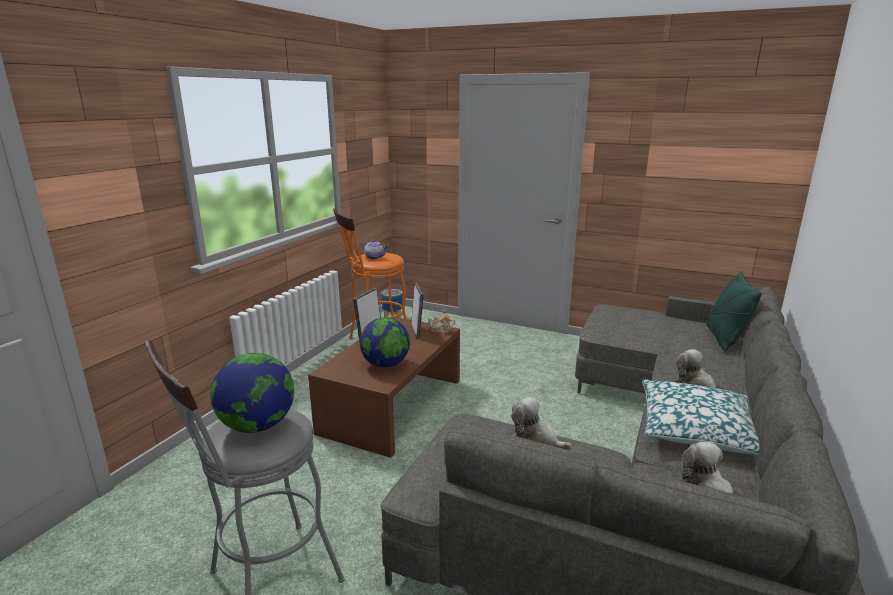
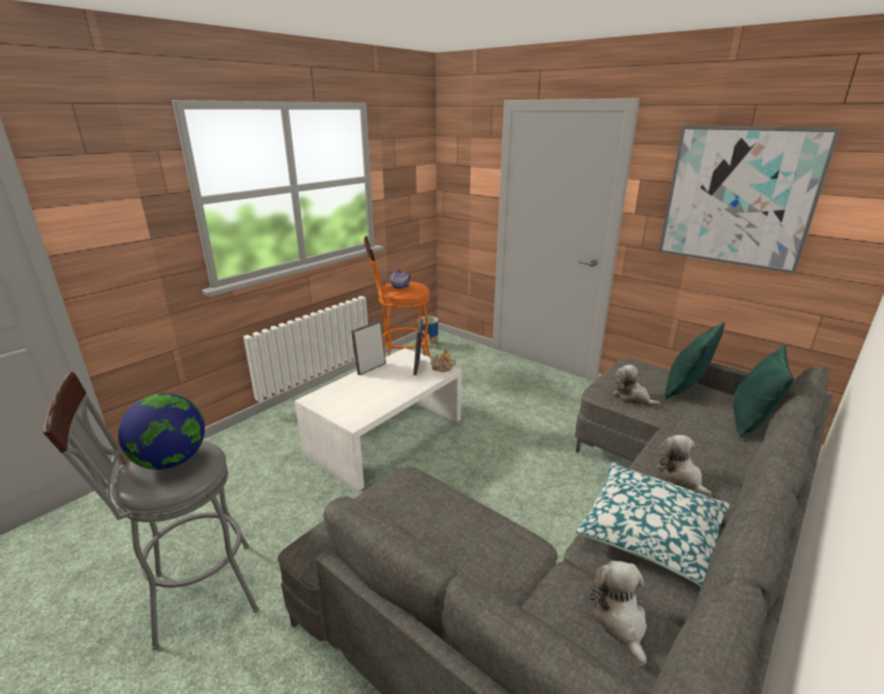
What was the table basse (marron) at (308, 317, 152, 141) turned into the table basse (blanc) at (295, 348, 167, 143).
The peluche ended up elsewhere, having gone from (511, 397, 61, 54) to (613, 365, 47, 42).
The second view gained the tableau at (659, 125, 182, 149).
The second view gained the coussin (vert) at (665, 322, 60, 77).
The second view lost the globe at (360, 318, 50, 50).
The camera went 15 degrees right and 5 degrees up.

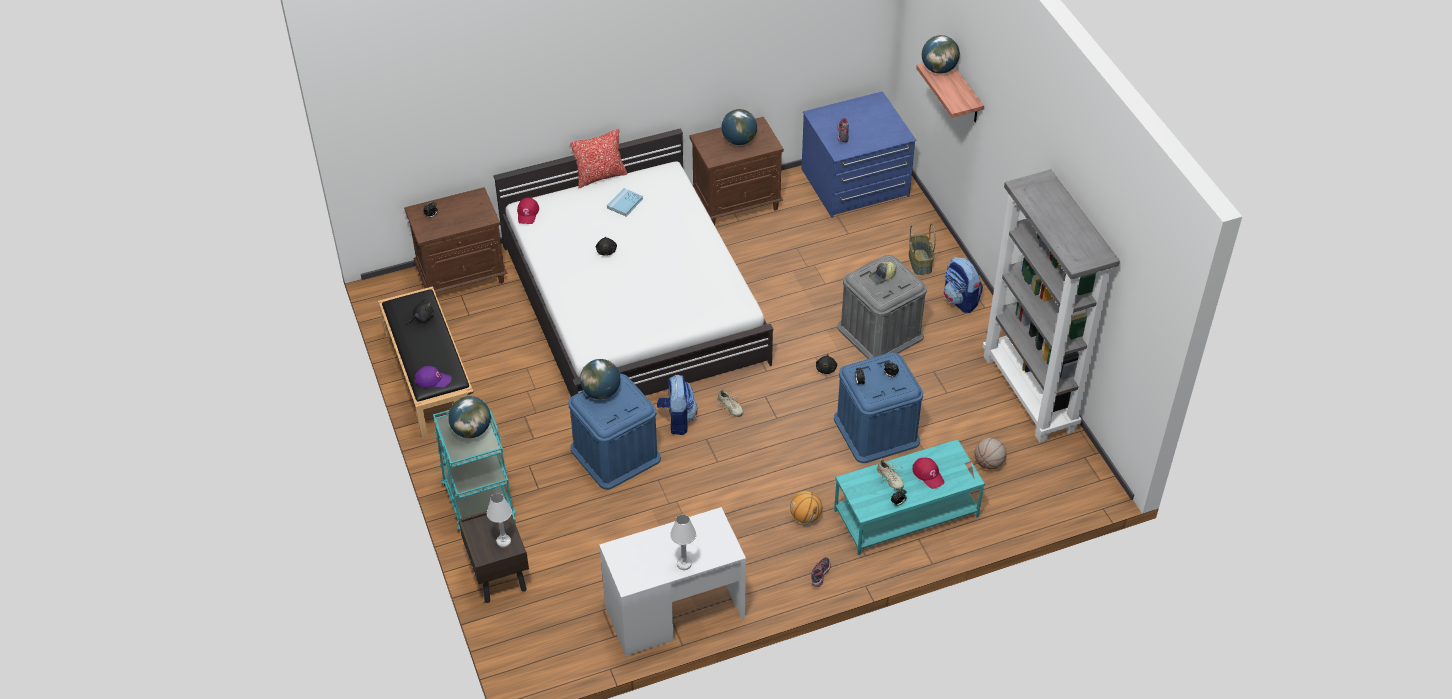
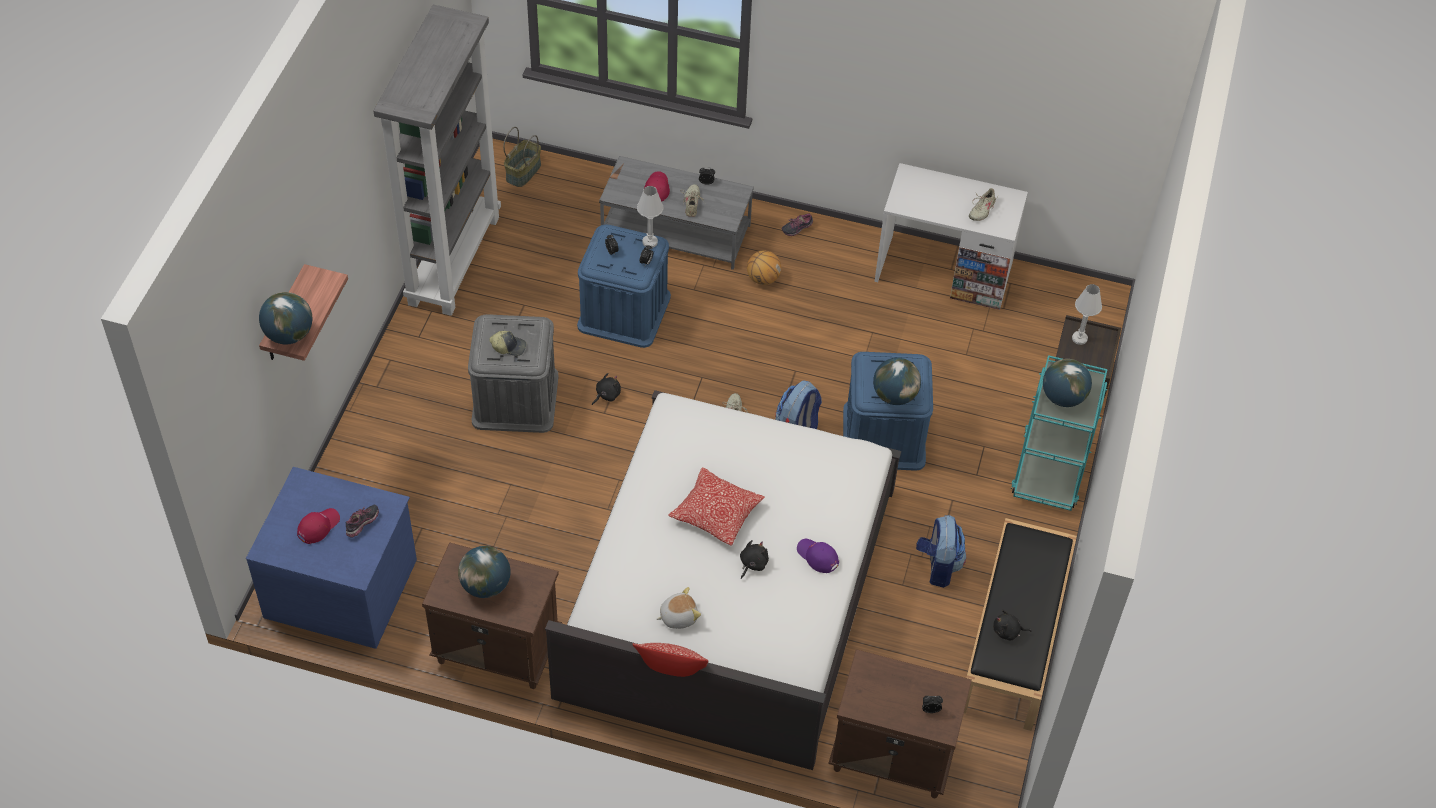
The casquette (rouge) ended up elsewhere, having gone from (517, 198, 22, 26) to (297, 508, 43, 36).
The panier ended up elsewhere, having gone from (909, 223, 27, 52) to (503, 127, 38, 60).
What was the table basse (turquoise) at (834, 439, 151, 116) turned into the table basse (gris) at (599, 156, 155, 114).
The lampe de table (blanc) ended up elsewhere, having gone from (670, 514, 26, 56) to (637, 186, 26, 62).
Where the livre (bleu) stood at (607, 188, 36, 28), the peluche came to stand at (656, 587, 45, 42).
The second view gained the coussin at (668, 467, 97, 79).
The casquette (violet) ended up elsewhere, having gone from (415, 366, 37, 22) to (797, 539, 42, 34).
The sac à dos ended up elsewhere, having gone from (944, 256, 39, 57) to (916, 515, 50, 73).
The second view gained the chaussure (beige) at (969, 188, 30, 33).
The second view lost the ballon de basket at (975, 438, 31, 31).
The camera went 145 degrees left and 5 degrees up.

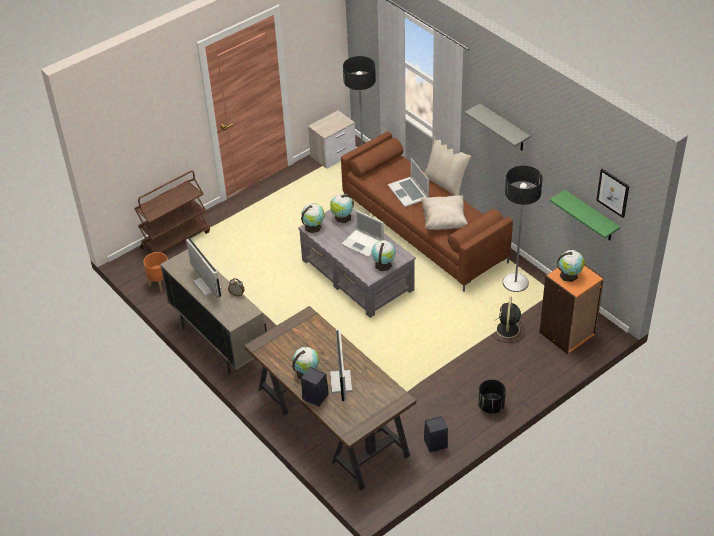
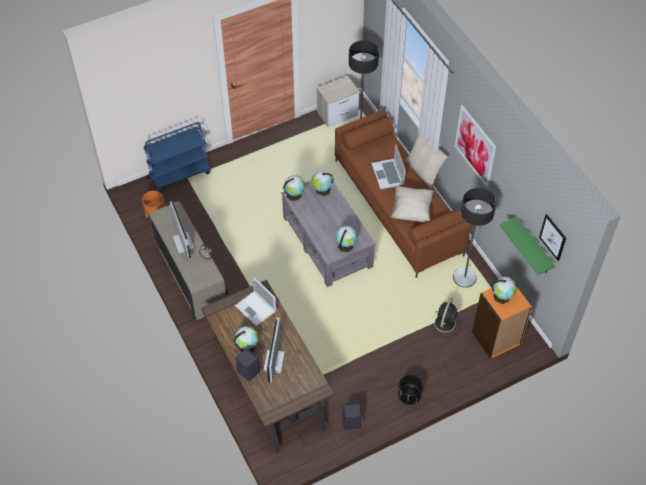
What was the chariot (marron) at (134, 170, 76, 83) turned into the chariot (bleu) at (143, 122, 68, 70).
The ordinateur portable ended up elsewhere, having gone from (341, 210, 43, 47) to (235, 277, 41, 49).
Where the étagère (gris) hung at (465, 103, 65, 48), the tableau came to hang at (455, 105, 41, 82).
The camera went 10 degrees right and 10 degrees up.

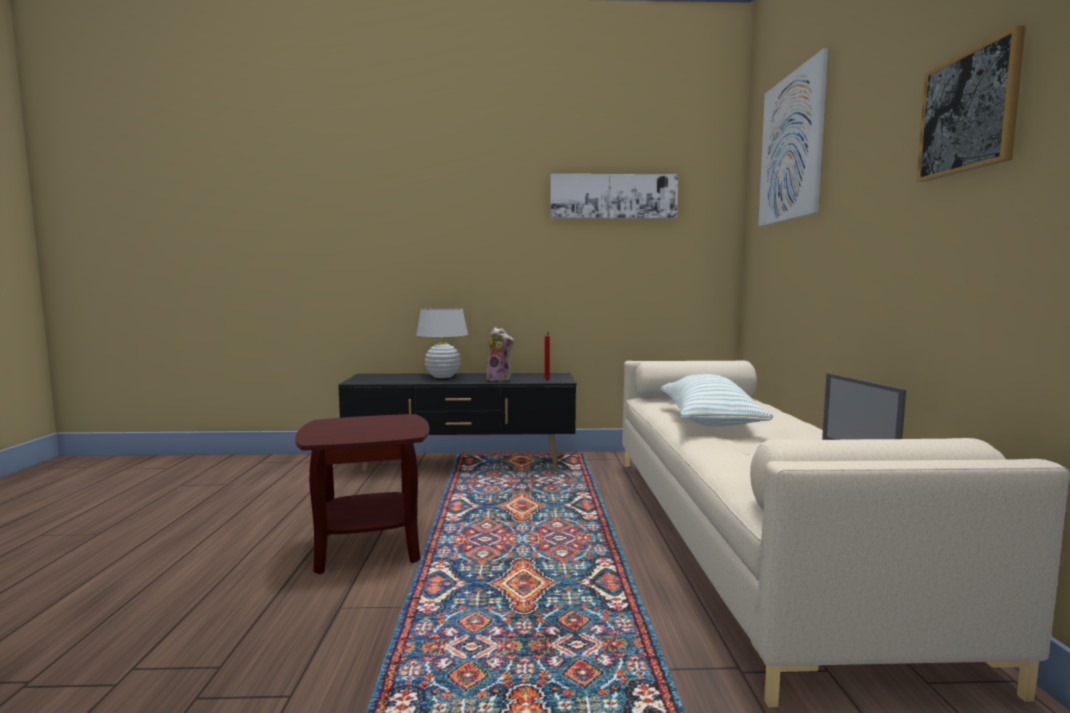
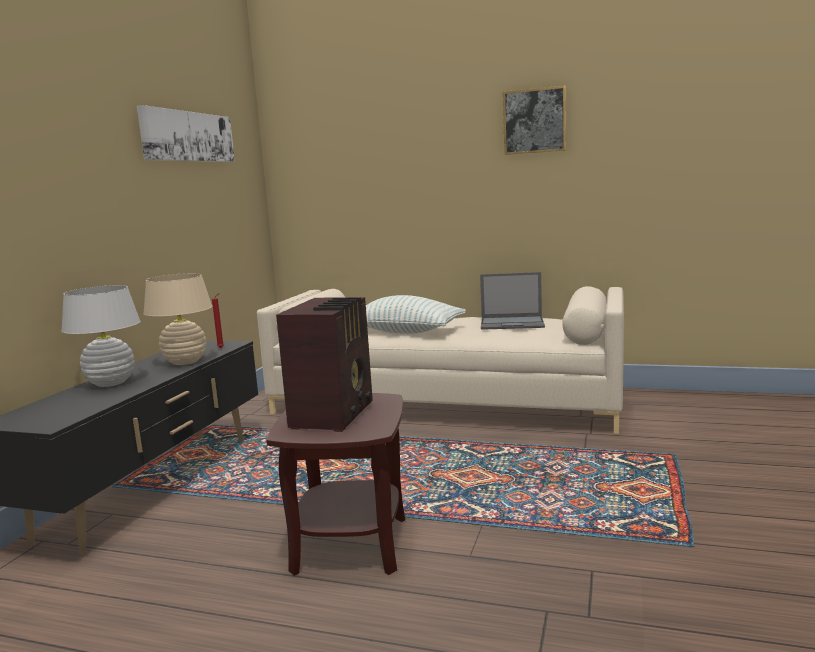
Where the peluche stood at (486, 327, 28, 55), the lampe de table (beige) came to stand at (143, 273, 69, 92).
The second view gained the radio at (276, 297, 97, 135).
The second view lost the tableau at (758, 48, 70, 178).
The camera went 70 degrees left and 5 degrees up.

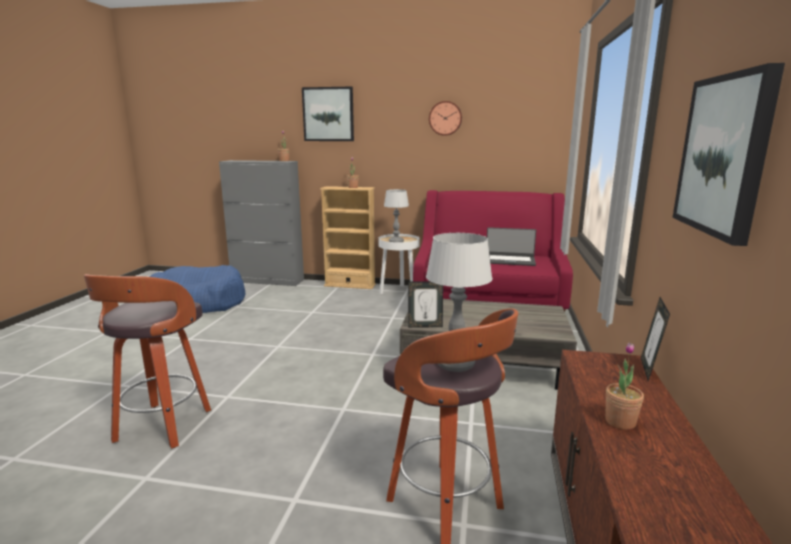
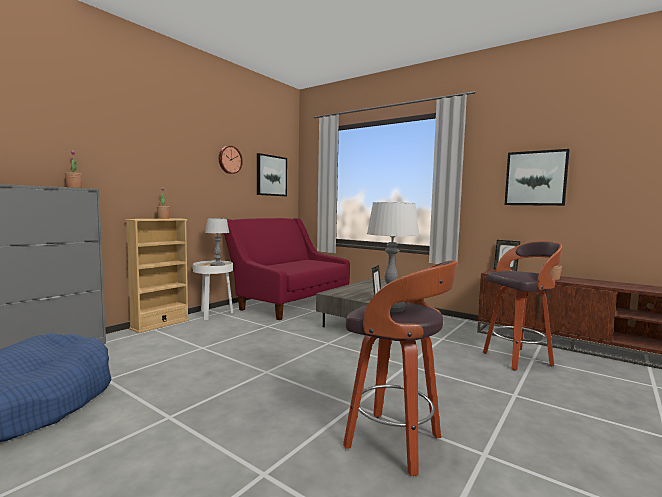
The tableau ended up elsewhere, having gone from (302, 87, 52, 54) to (257, 153, 30, 43).
The lampe de table ended up elsewhere, having gone from (426, 233, 66, 139) to (367, 202, 52, 110).
The second view lost the ordinateur portable at (487, 227, 49, 39).
The camera went 65 degrees left and 10 degrees down.

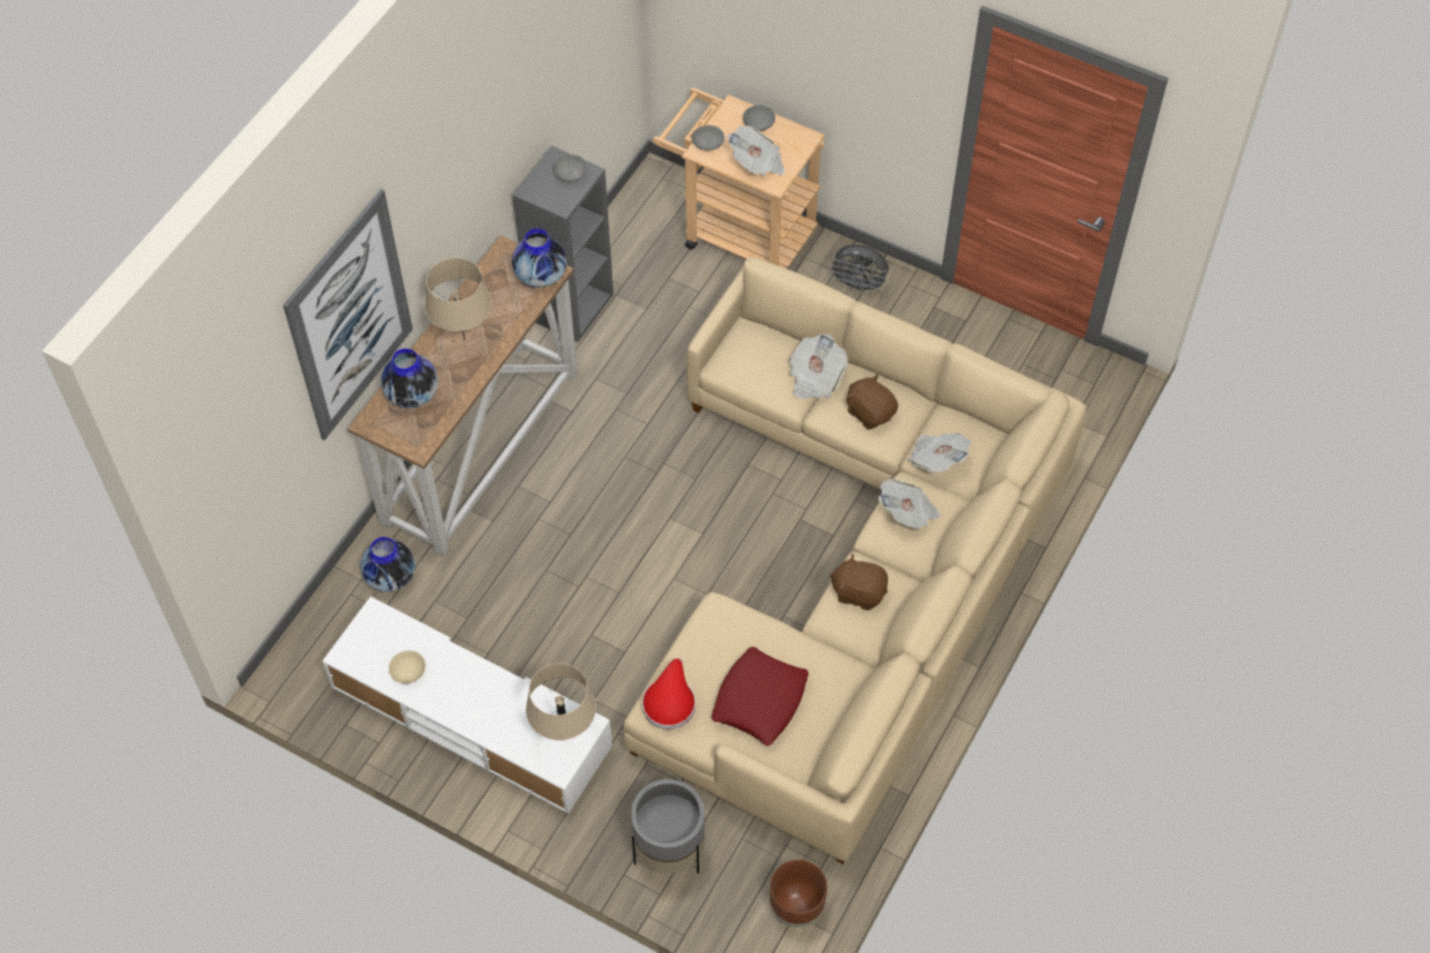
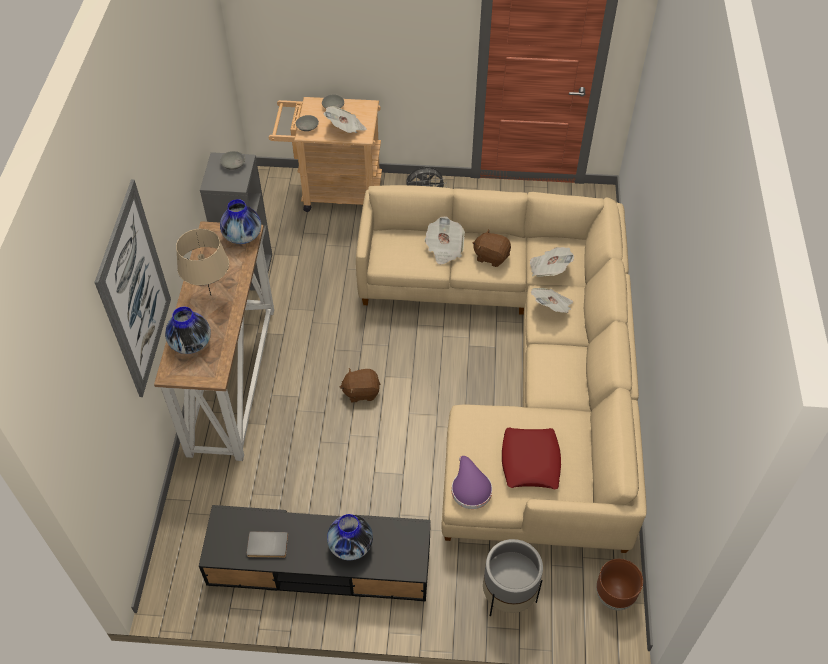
What was the meuble télé (blanc) at (322, 597, 290, 217) turned into the meuble télé (noir) at (199, 505, 232, 96).
Where the bol (beige) stood at (389, 651, 37, 33), the livre (gris) came to stand at (247, 531, 41, 27).
The vase ended up elsewhere, having gone from (360, 537, 55, 55) to (327, 514, 46, 46).
The peluche (marron) ended up elsewhere, having gone from (829, 553, 59, 57) to (339, 368, 41, 34).
What was the chapeau (rouge) at (642, 658, 54, 72) turned into the chapeau (violet) at (451, 456, 41, 53).
The second view lost the lampe de table (beige) at (526, 663, 70, 77).
The camera went 25 degrees left and 5 degrees down.

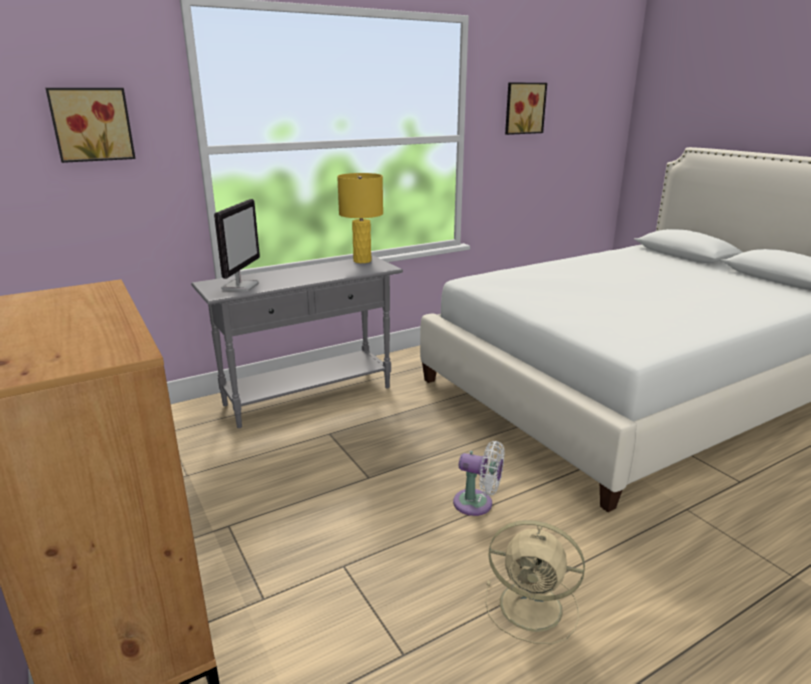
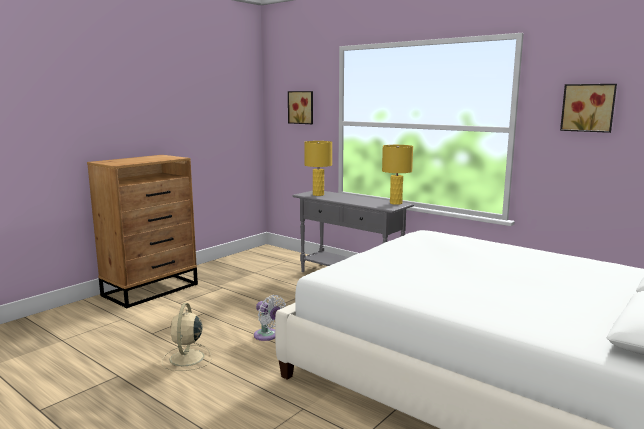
The ventilateur (blanc) at (453, 441, 51, 75) ended up facing another way, 45 degrees counterclockwise from before.
Where the écran d'ordinateur stood at (214, 199, 46, 92), the lampe de table (jaune) came to stand at (304, 141, 28, 55).
The camera went 70 degrees right and 10 degrees down.

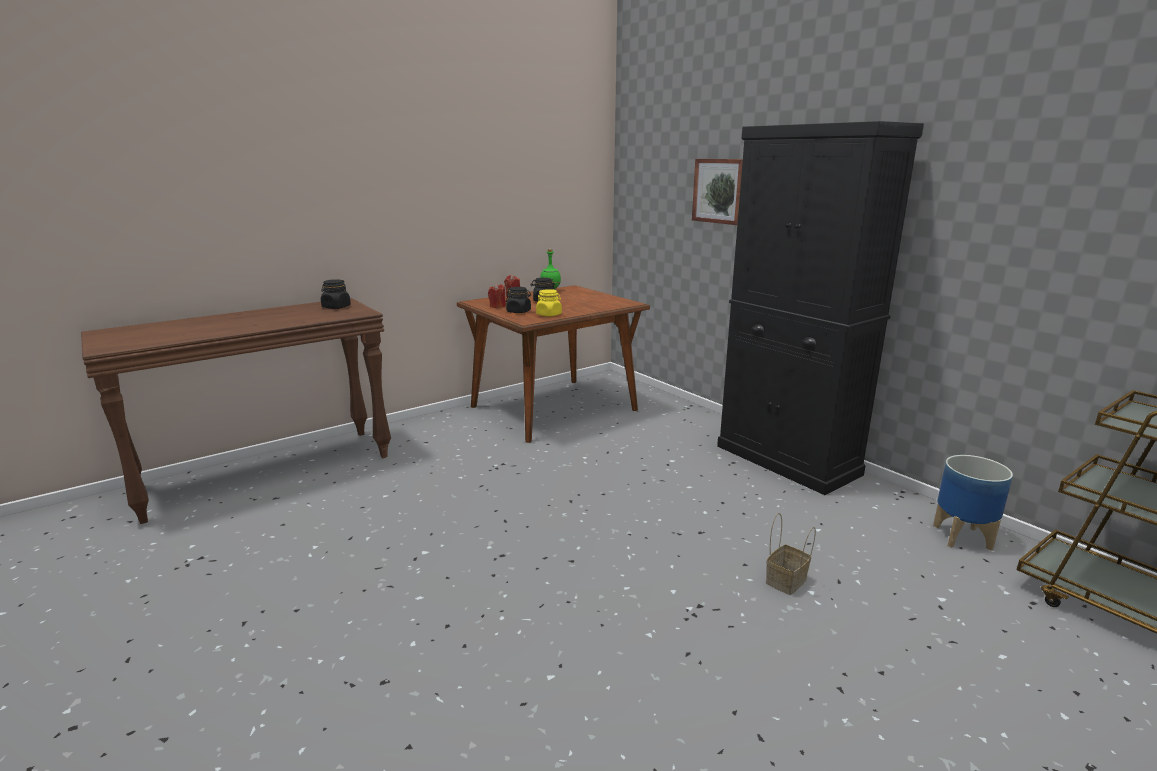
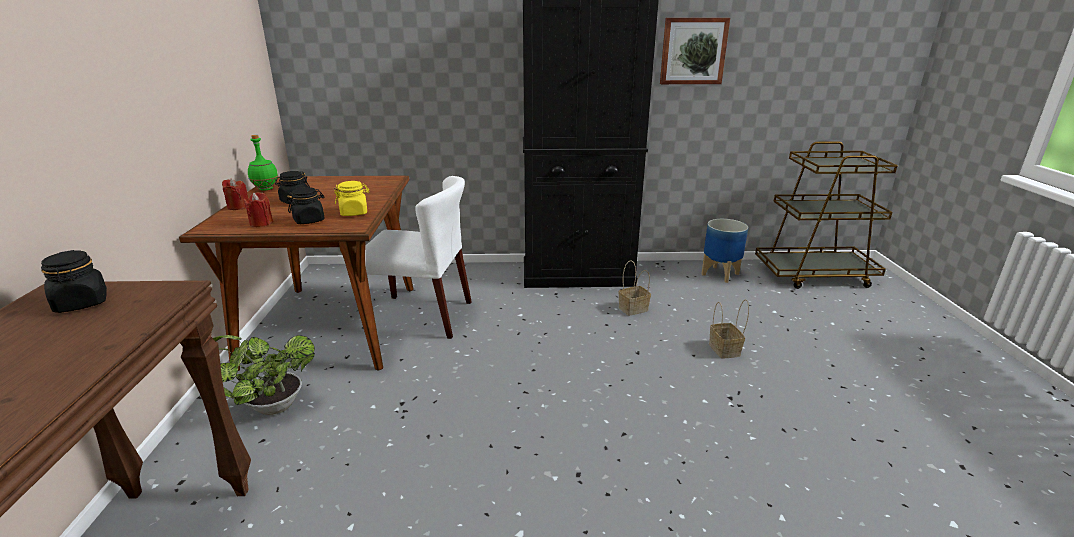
The second view gained the plante en pot at (213, 335, 102, 80).
The second view gained the chaise (blanc) at (365, 176, 107, 163).
The second view gained the panier at (619, 260, 32, 56).
The tableau ended up elsewhere, having gone from (692, 159, 51, 66) to (660, 18, 70, 66).
The camera went 55 degrees left and 5 degrees up.

